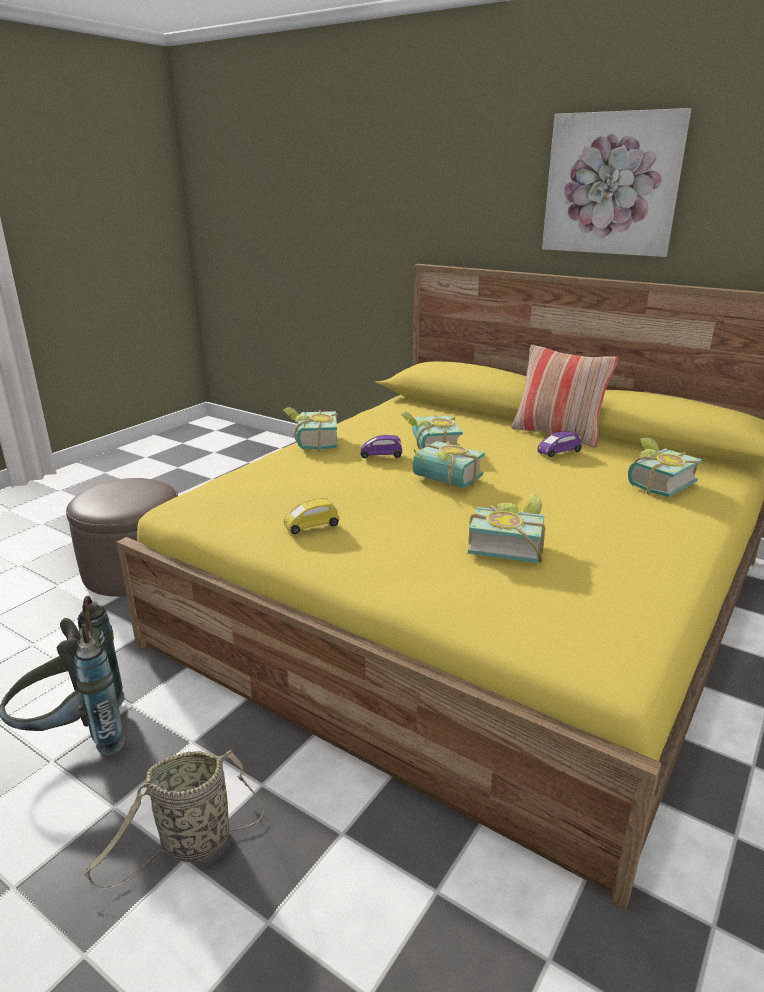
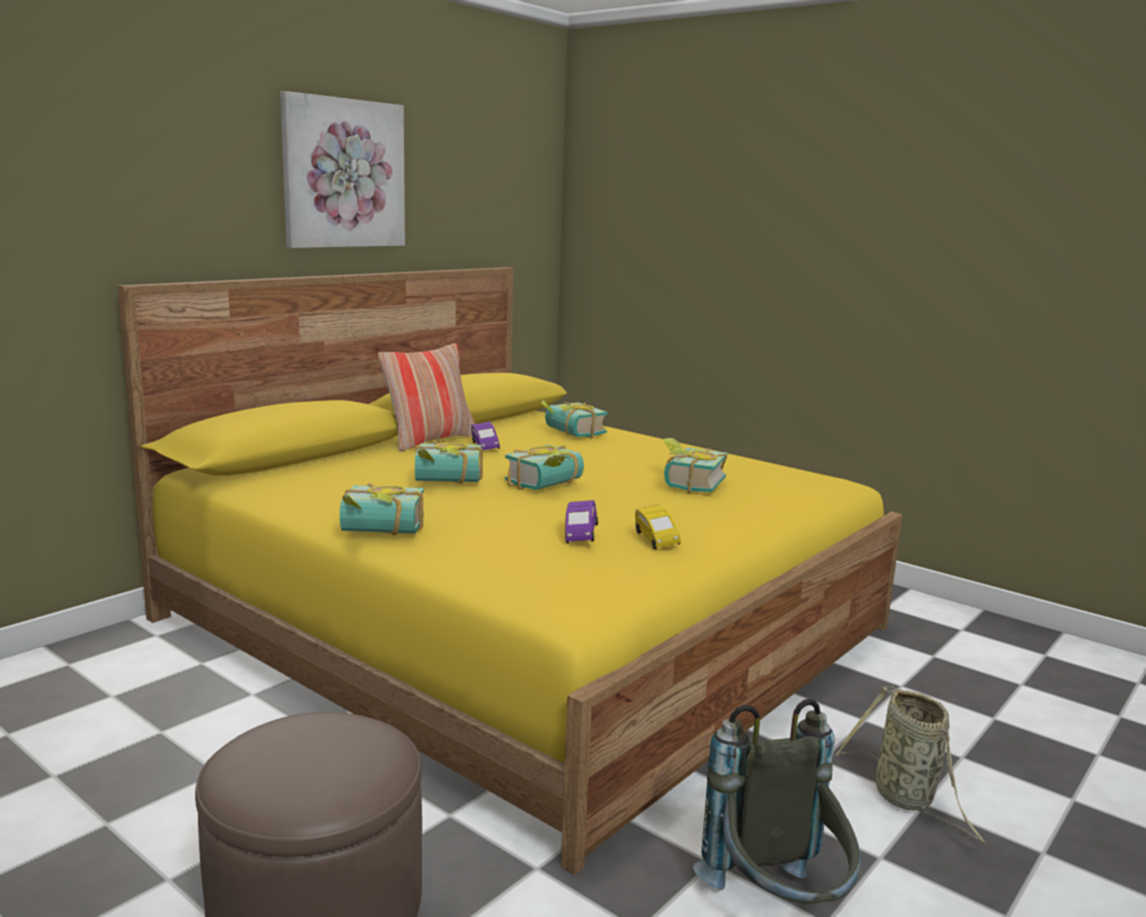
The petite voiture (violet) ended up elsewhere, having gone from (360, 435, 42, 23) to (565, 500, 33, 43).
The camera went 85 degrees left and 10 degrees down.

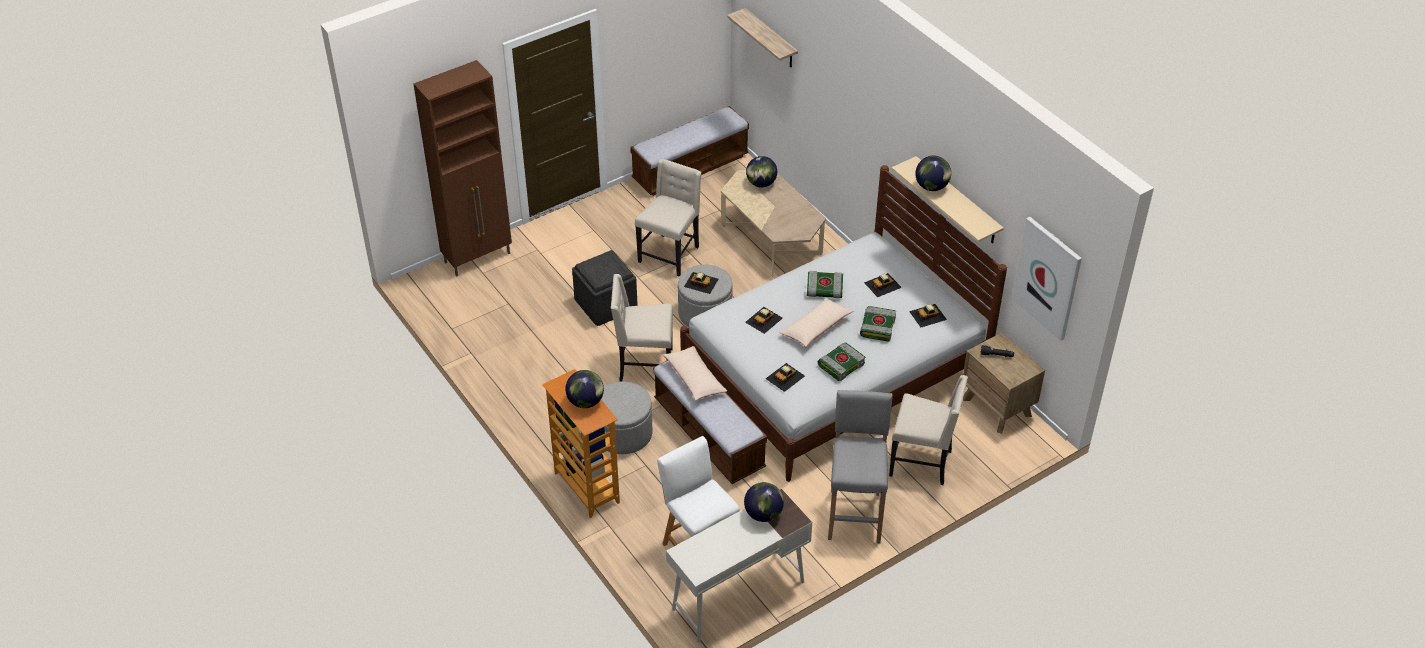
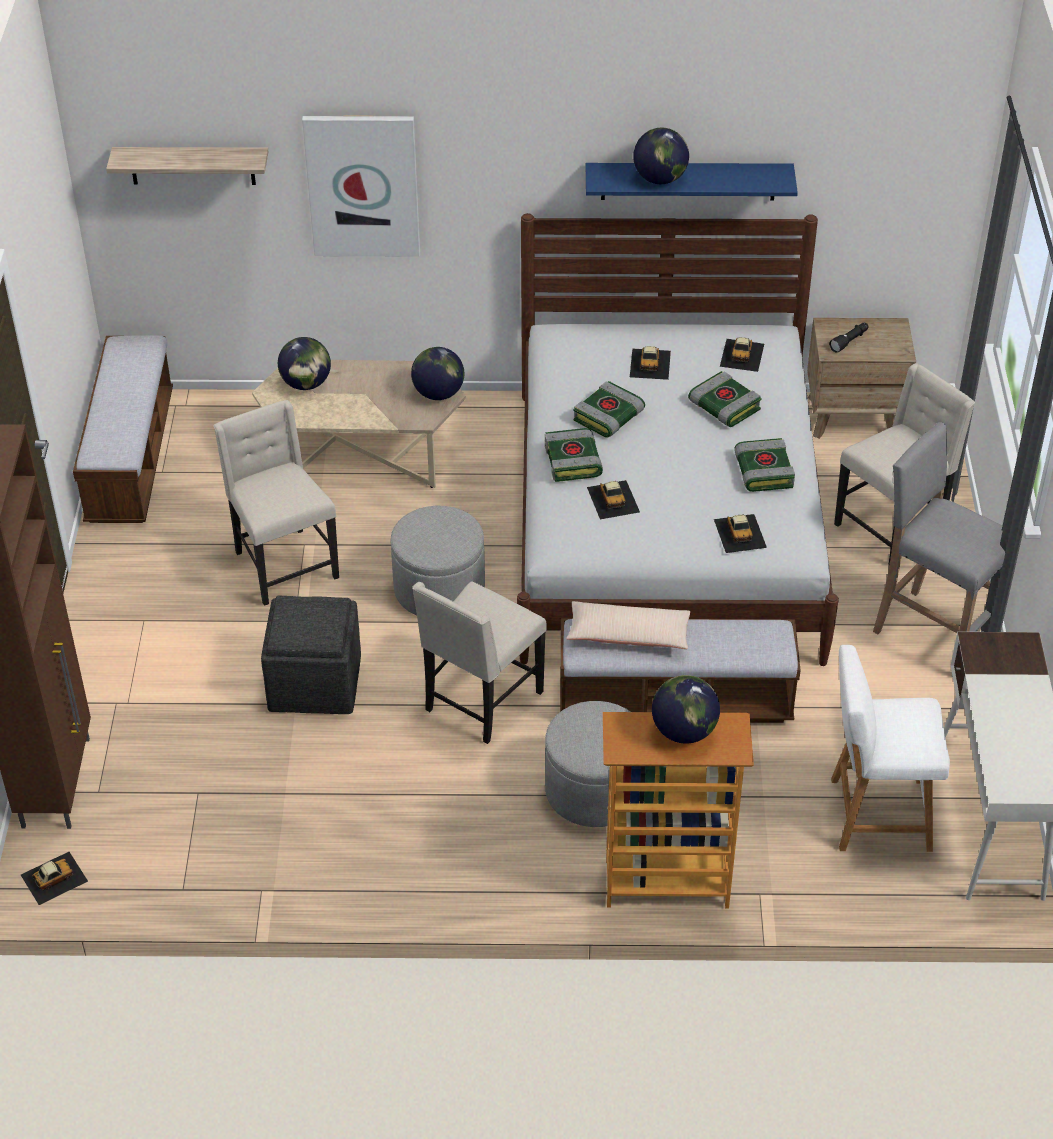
The petite voiture ended up elsewhere, having gone from (684, 272, 35, 22) to (21, 852, 67, 53).
The tableau ended up elsewhere, having gone from (1012, 217, 70, 124) to (302, 116, 118, 141).
The globe ended up elsewhere, having gone from (744, 482, 40, 40) to (411, 347, 53, 53).
The second view gained the livre at (545, 428, 58, 54).
What was the étagère (beige) at (891, 156, 113, 88) turned into the étagère (bleu) at (586, 163, 212, 38).
The second view lost the coussin (beige) at (779, 298, 74, 49).
The camera went 55 degrees left and 0 degrees up.

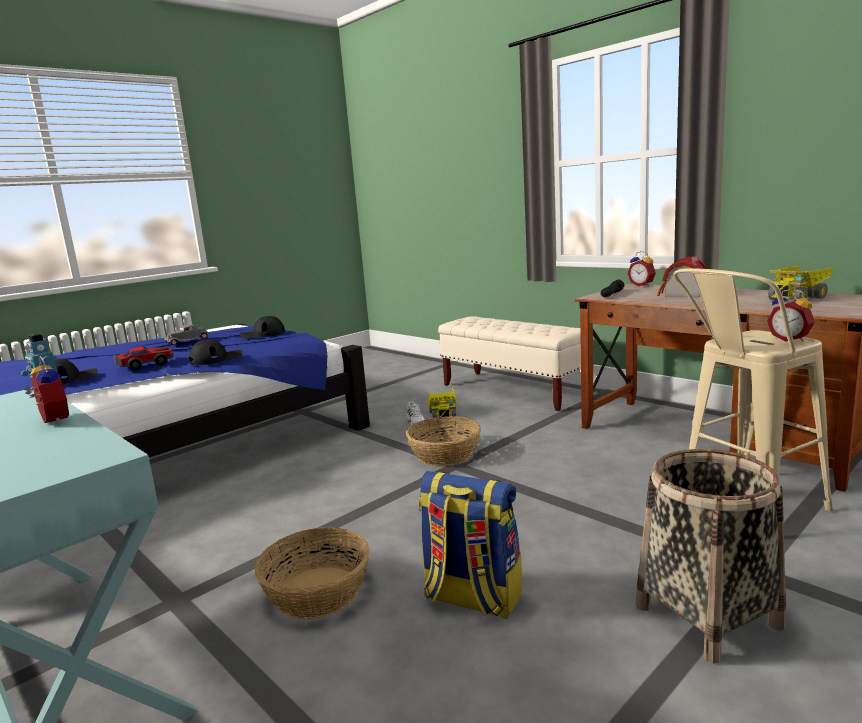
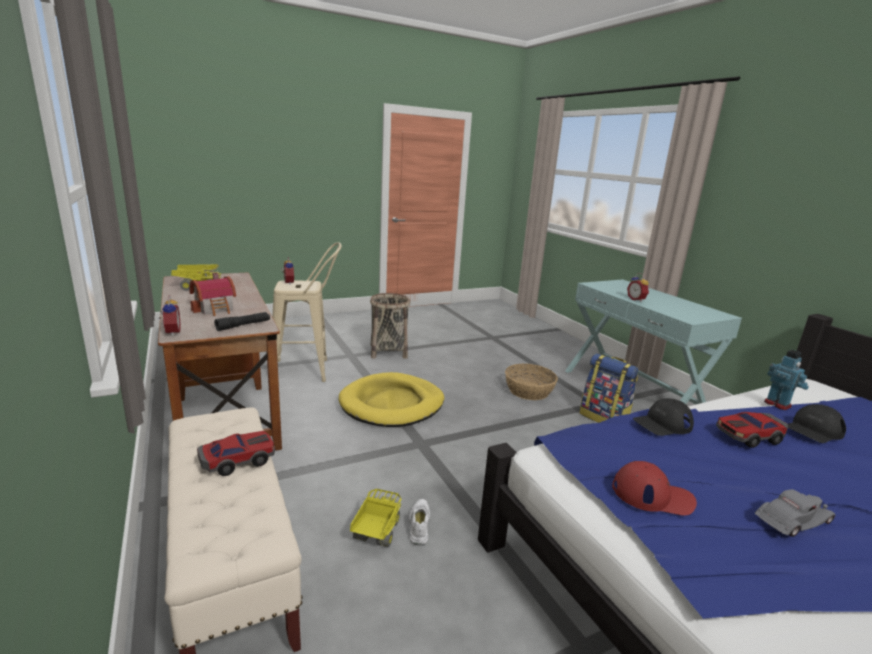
The second view gained the petite voiture at (197, 431, 78, 45).
The second view gained the panier pour chien (jaune) at (339, 372, 105, 55).
The sac à dos ended up elsewhere, having gone from (418, 471, 104, 148) to (580, 354, 58, 69).
What was the casquette (noir) at (240, 316, 45, 22) turned into the casquette (rouge) at (612, 461, 85, 55).
The second view lost the panier at (406, 416, 75, 50).
The camera went 165 degrees left and 5 degrees up.

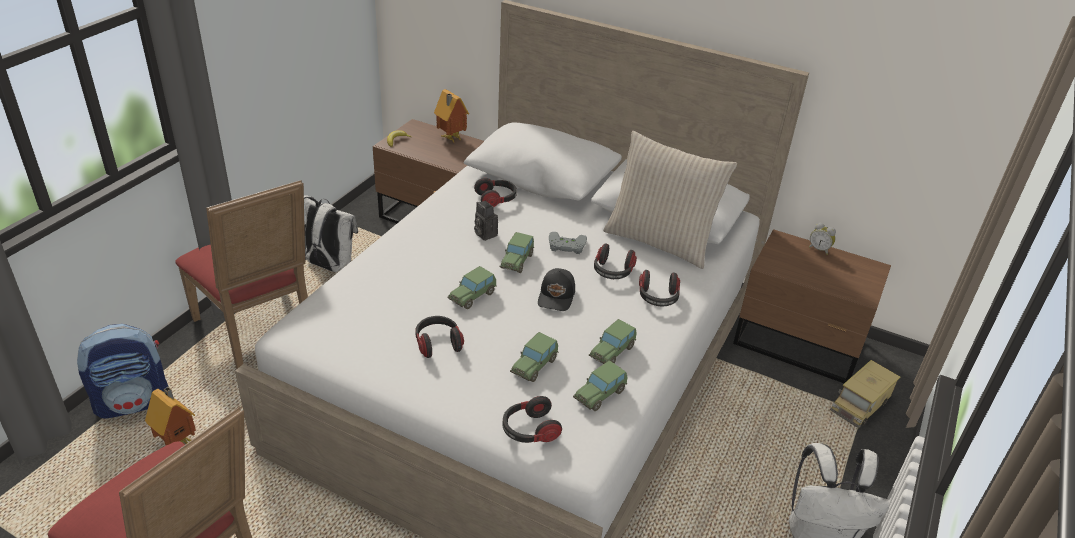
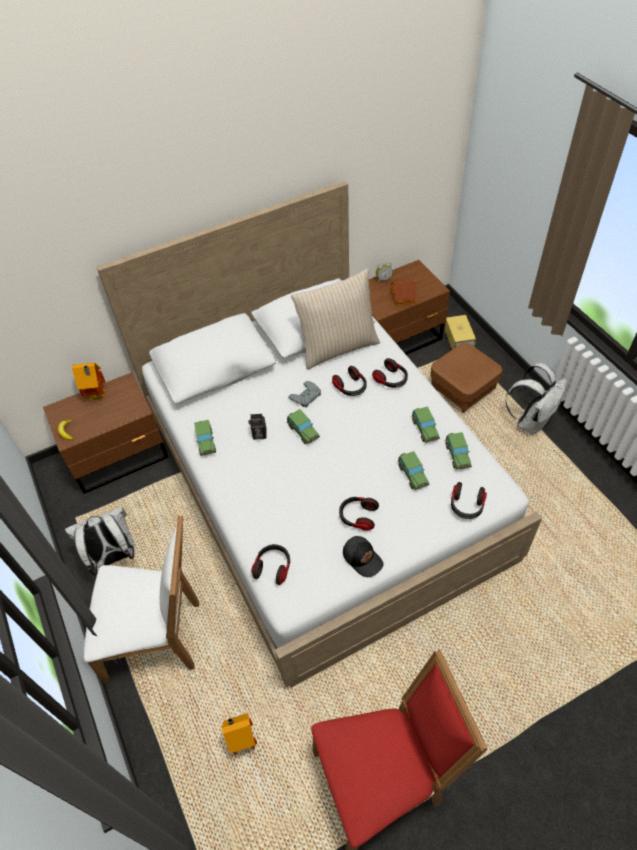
What was the chaise (rouge) at (175, 180, 133, 189) turned into the chaise (blanc) at (84, 515, 115, 168).
The petite voiture ended up elsewhere, having gone from (447, 266, 50, 43) to (194, 420, 22, 36).
The casque audio ended up elsewhere, having gone from (474, 178, 43, 29) to (251, 544, 39, 41).
The casquette (noir) ended up elsewhere, having gone from (538, 268, 37, 43) to (343, 536, 41, 41).
The second view gained the maison miniature at (391, 280, 26, 26).
The second view gained the pouf (marron) at (430, 343, 72, 70).
The second view lost the sac à dos at (77, 324, 92, 95).
The camera went 50 degrees left and 15 degrees up.

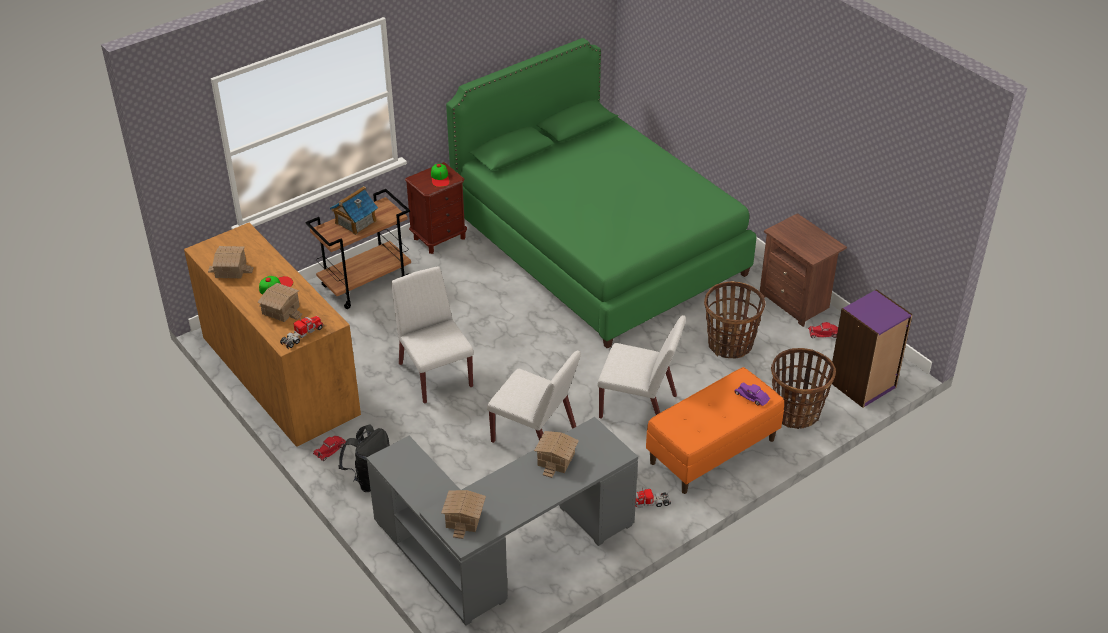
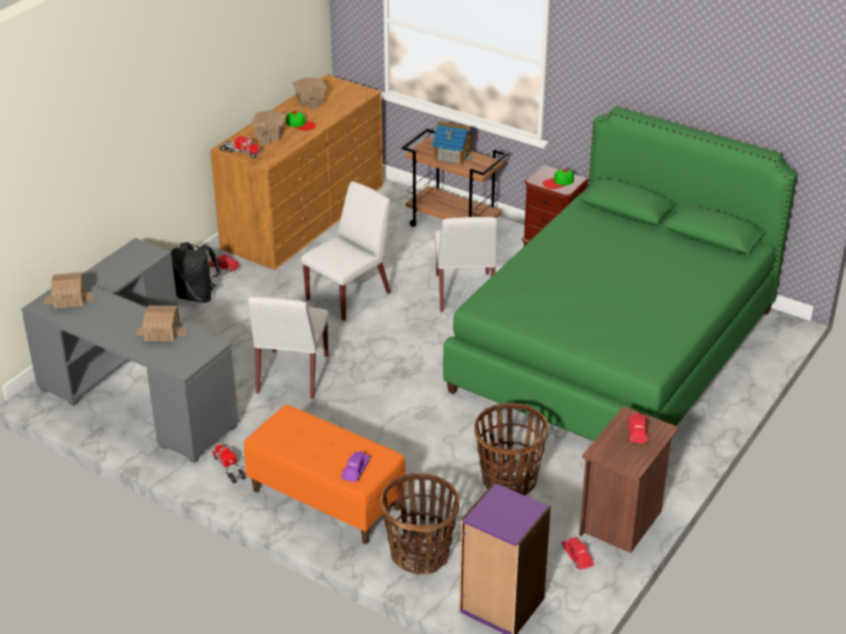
The chaise (blanc) ended up elsewhere, having gone from (598, 315, 88, 104) to (434, 217, 63, 95).
The second view gained the petite voiture (rouge) at (628, 413, 19, 30).
The camera went 70 degrees right and 5 degrees down.

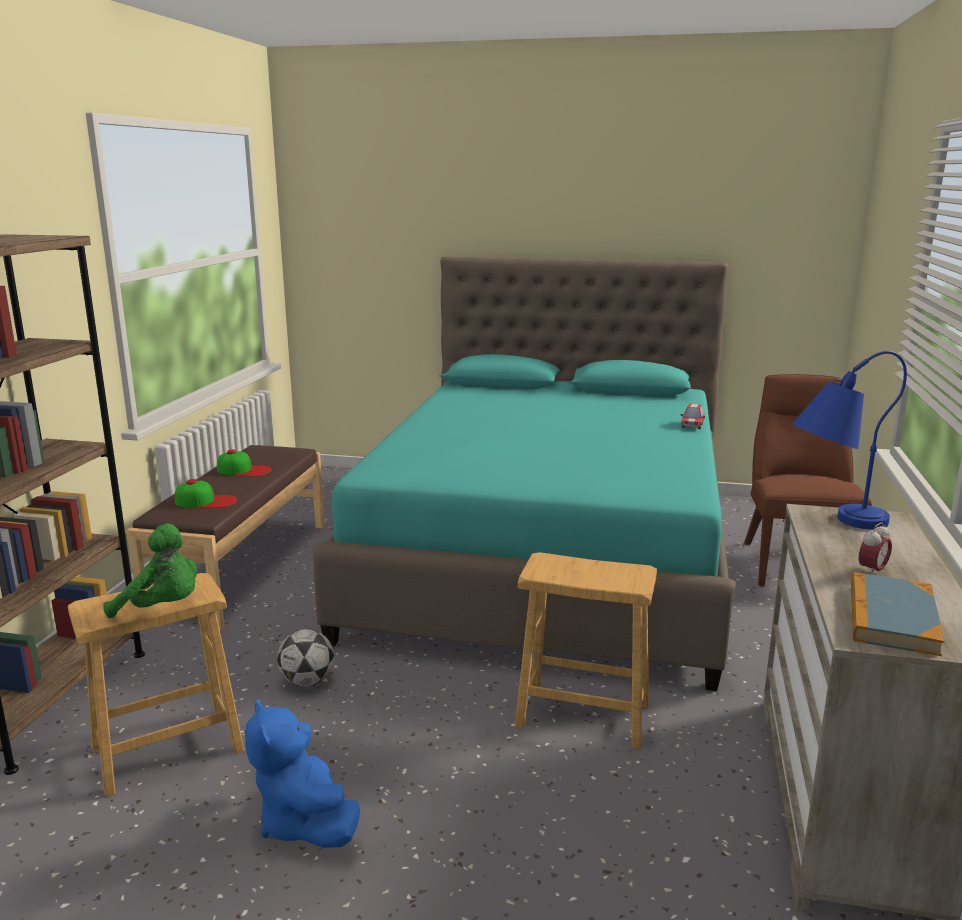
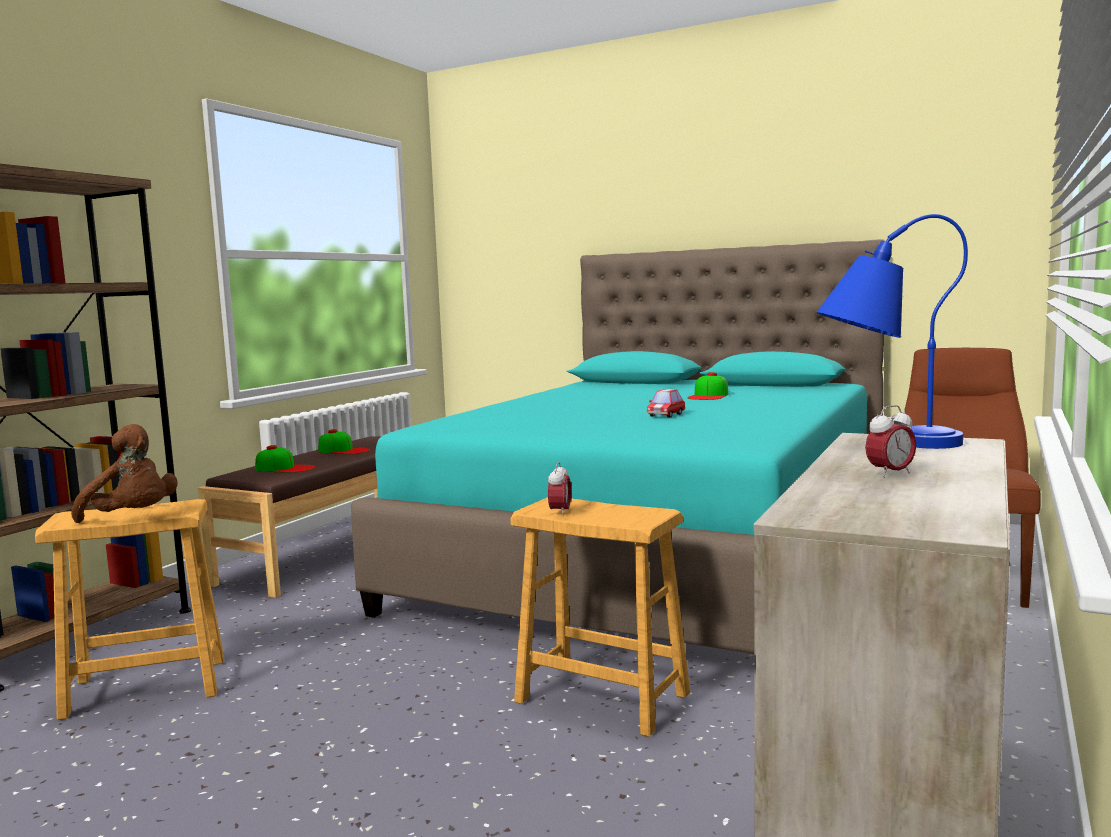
What was the peluche (vert) at (103, 524, 94, 95) turned into the peluche (marron) at (71, 424, 106, 99).
The second view gained the réveil at (548, 462, 23, 54).
The petite voiture ended up elsewhere, having gone from (680, 404, 25, 25) to (647, 389, 38, 29).
The second view gained the casquette at (687, 372, 42, 28).
The second view lost the peluche (bleu) at (245, 699, 116, 149).
The second view lost the ballon de foot at (277, 629, 57, 58).
The second view lost the livre at (851, 572, 93, 84).
The camera went 15 degrees right and 10 degrees down.

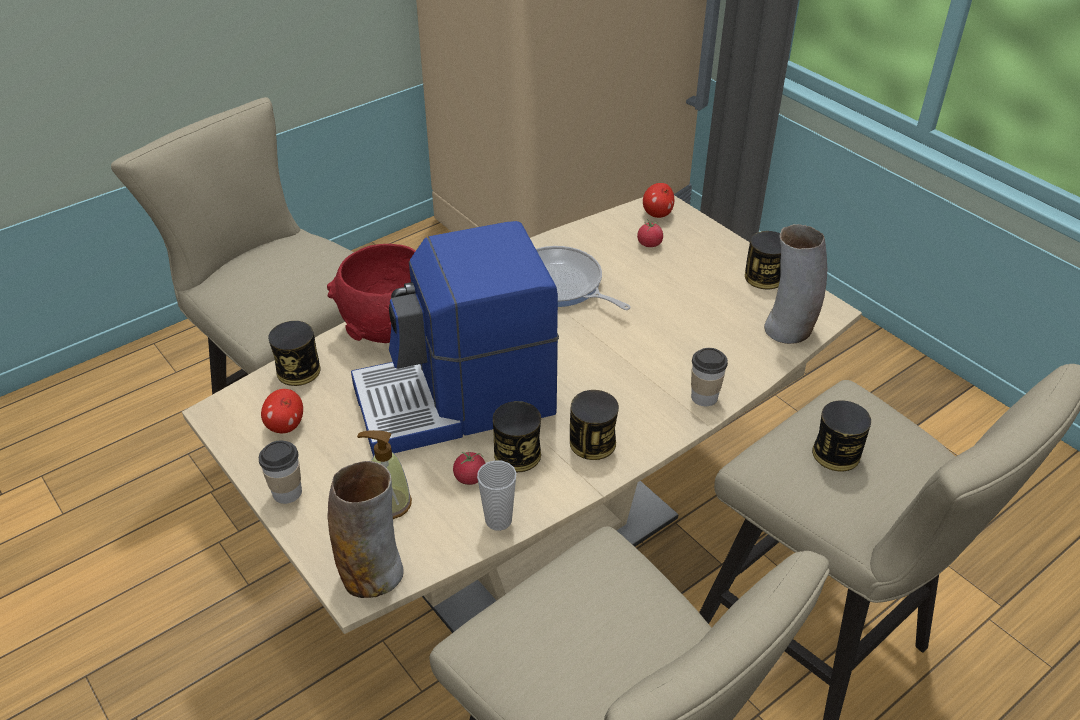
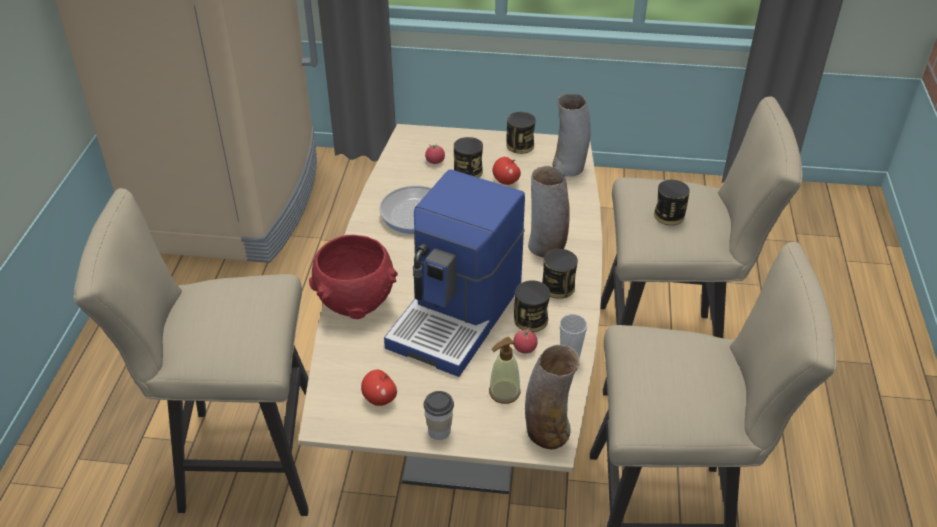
The boîte métallique ended up elsewhere, having gone from (268, 321, 52, 65) to (454, 137, 29, 41).
The pomme ended up elsewhere, having gone from (643, 183, 31, 35) to (493, 157, 28, 28).
The second view gained the vase at (528, 166, 42, 91).
The second view lost the tasse at (691, 348, 37, 58).
The camera went 45 degrees left and 0 degrees up.

